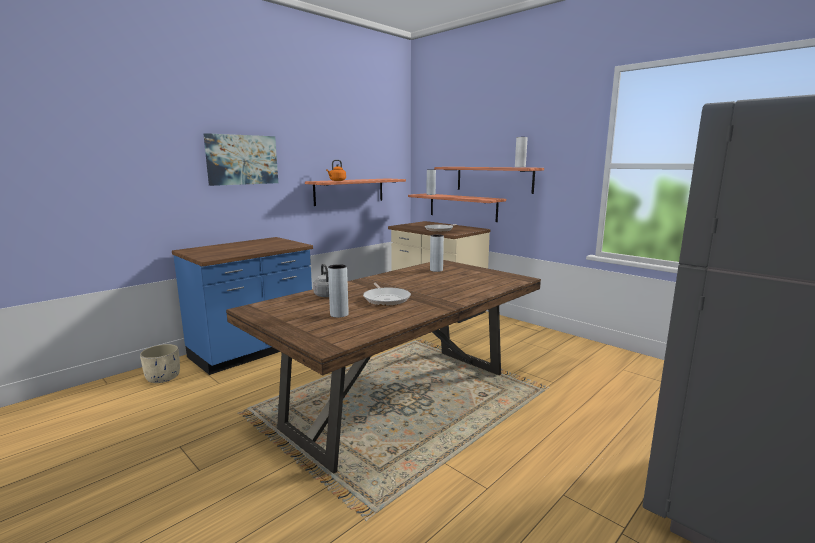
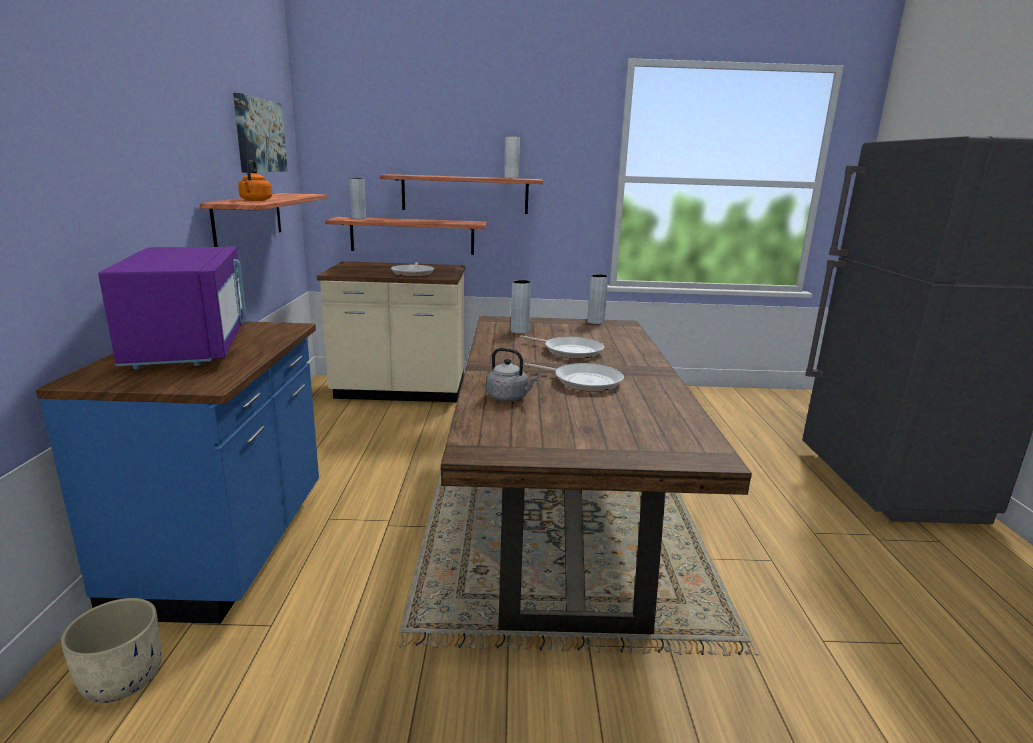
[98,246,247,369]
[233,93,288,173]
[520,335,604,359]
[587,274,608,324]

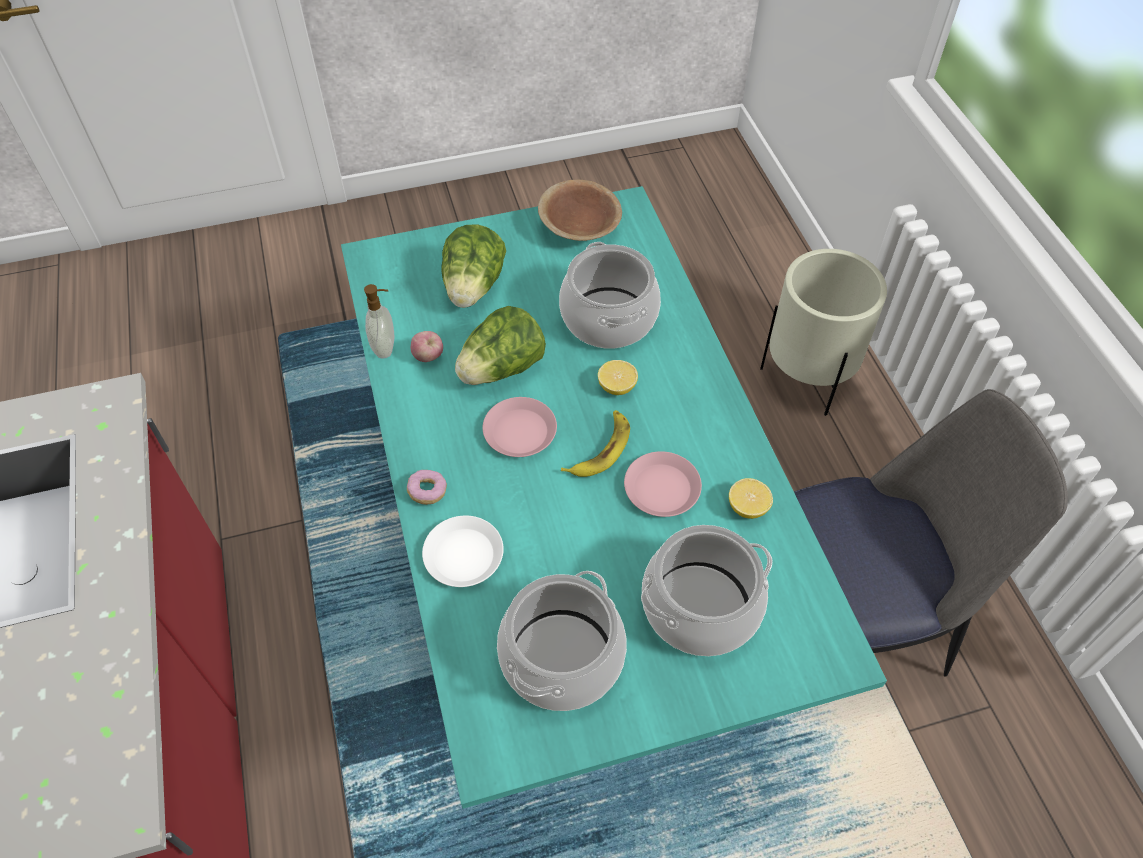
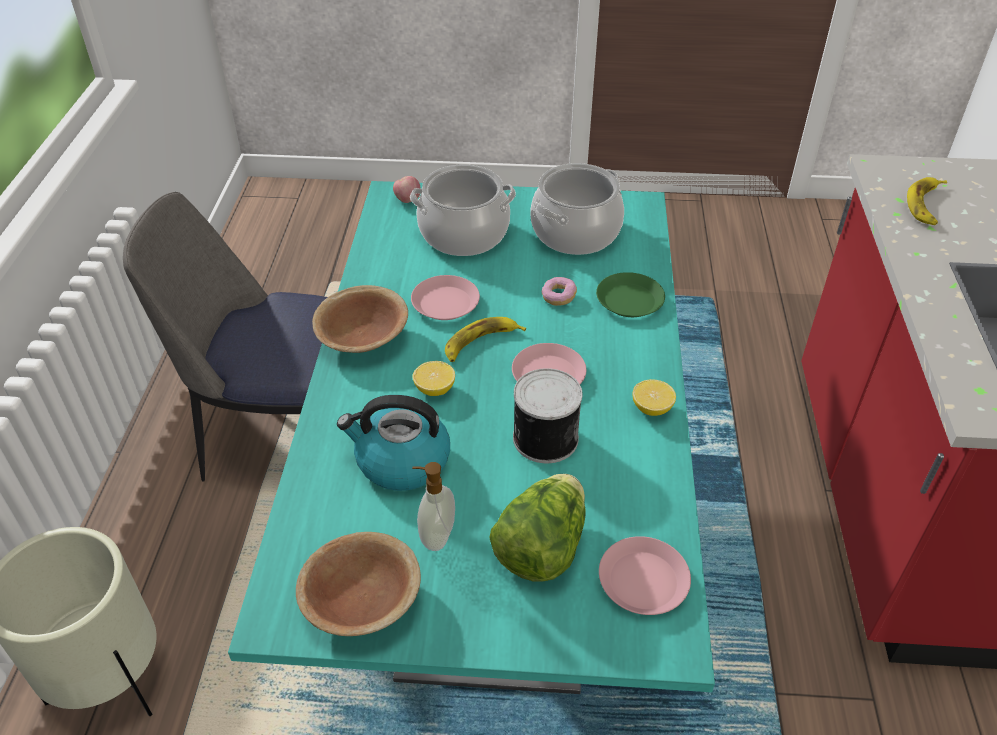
[312,285,408,353]
[337,395,450,491]
[393,176,421,203]
[412,462,455,551]
[513,368,583,463]
[542,277,577,306]
[596,272,665,317]
[599,536,691,615]
[632,379,676,416]
[907,177,947,225]

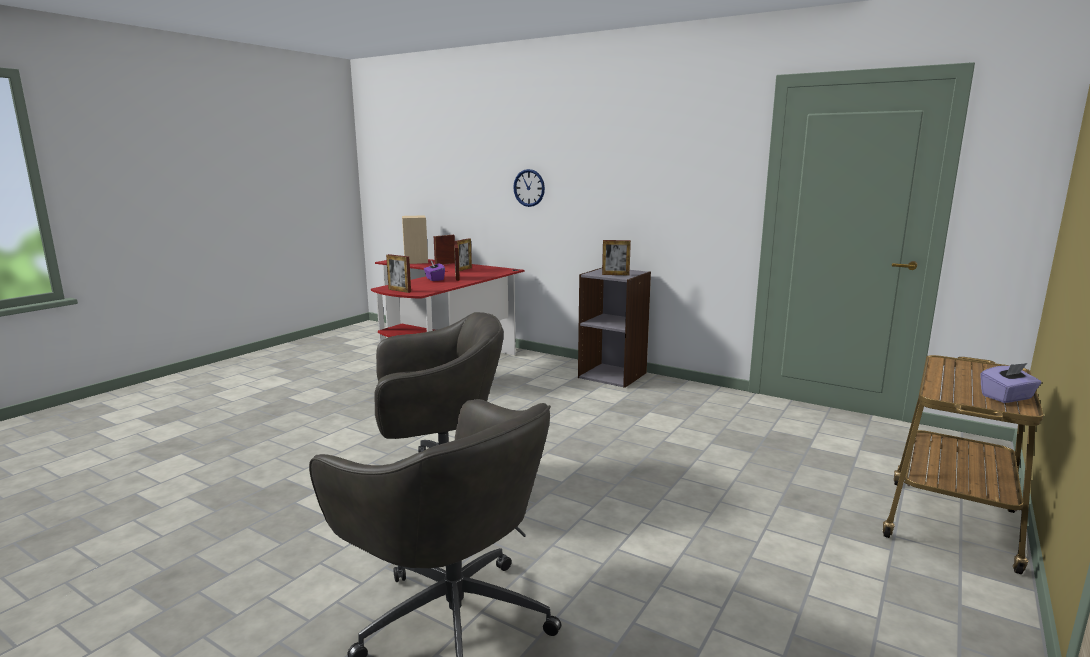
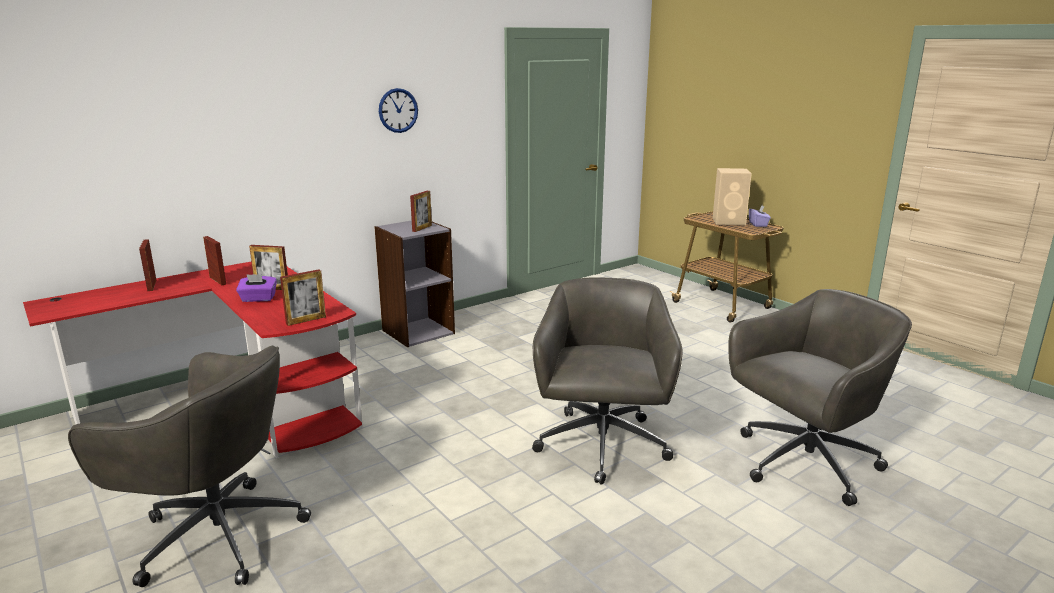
[68,346,311,587]
[379,88,418,133]
[713,168,752,225]

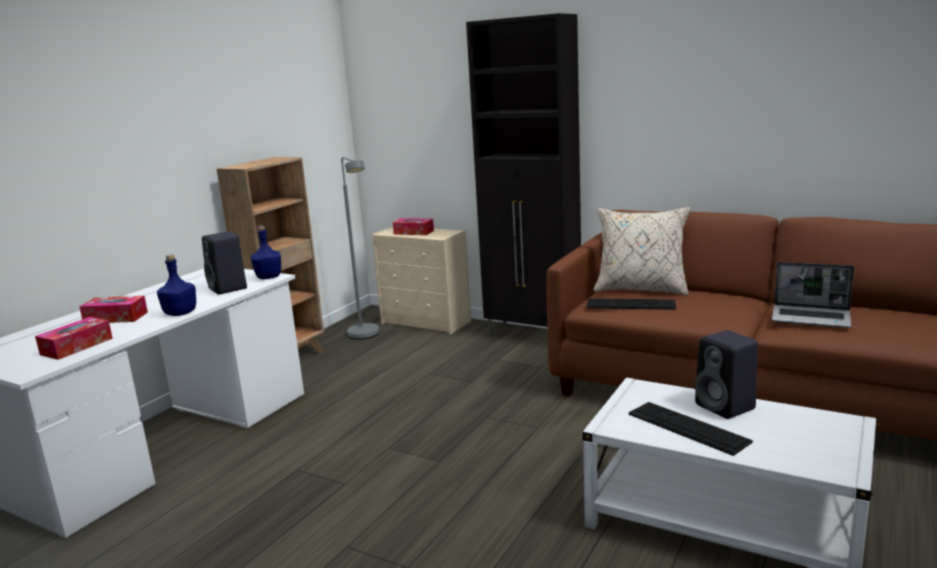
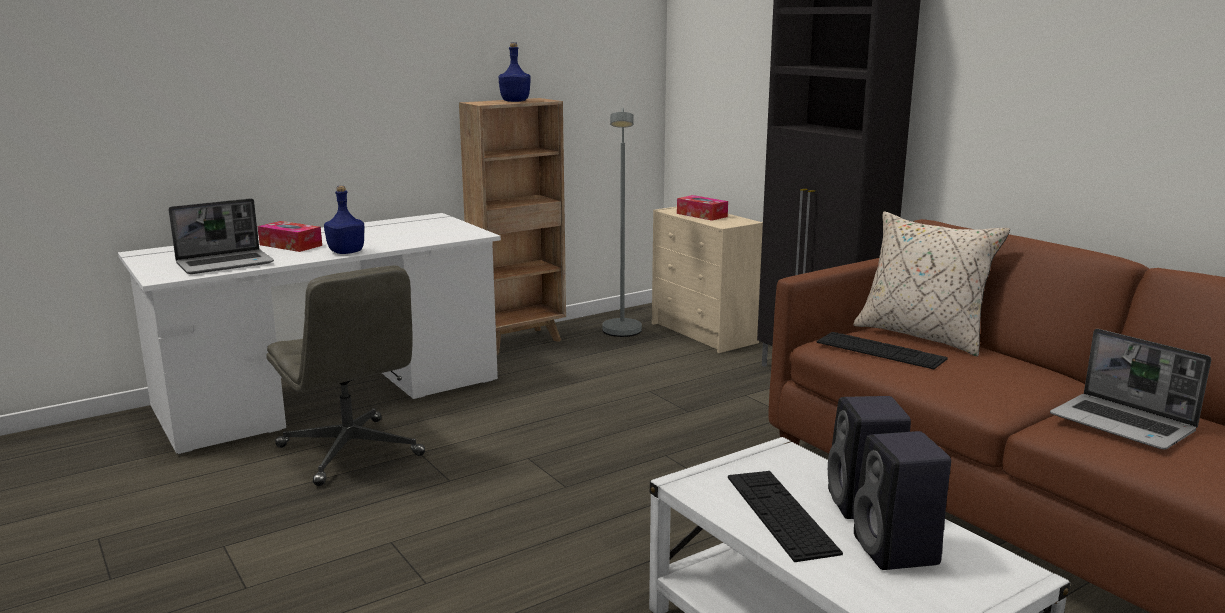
[168,198,274,274]
[267,265,425,486]
[499,42,531,102]
[853,431,951,570]

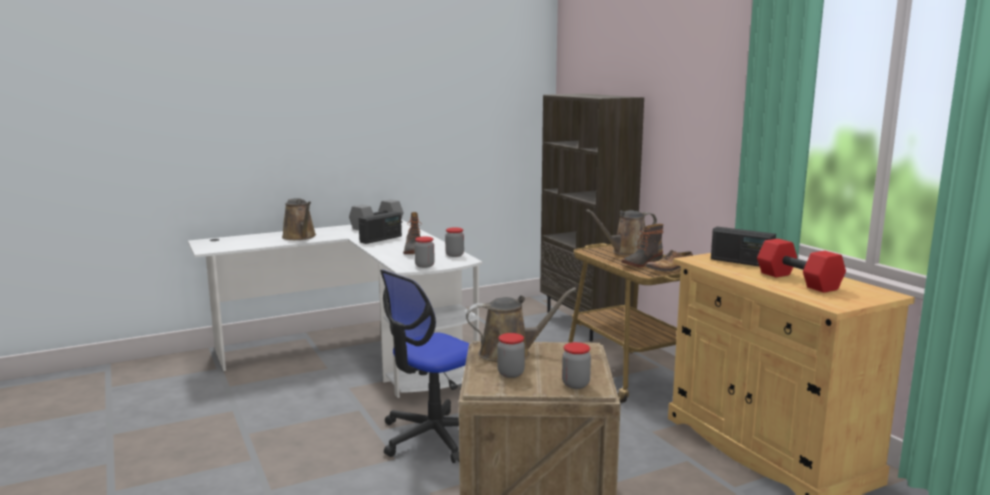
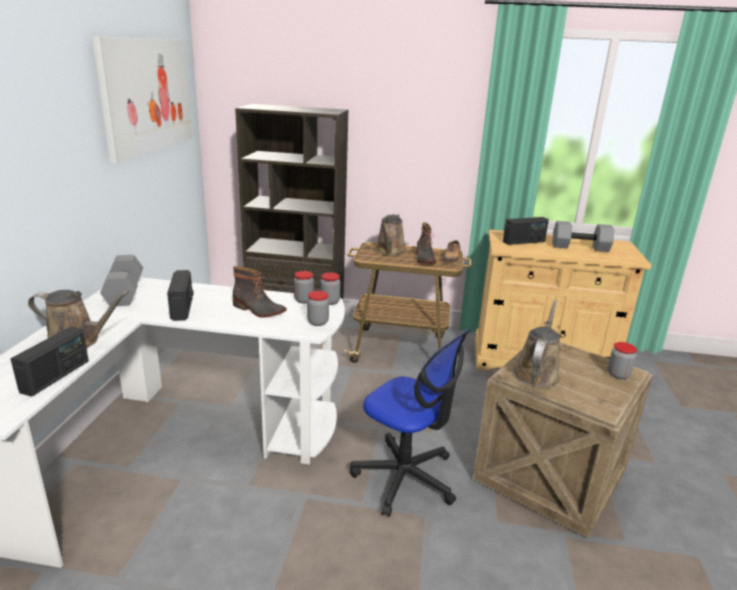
[10,326,89,397]
[92,36,192,163]
[320,272,341,305]
[350,328,470,517]
[552,221,614,252]

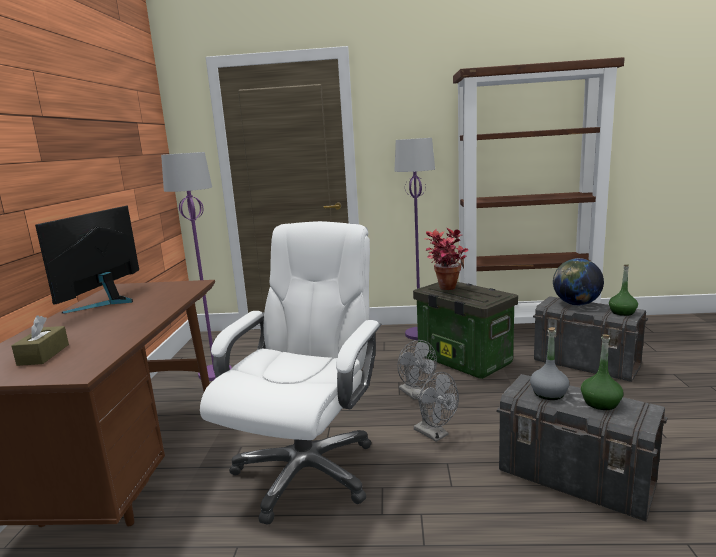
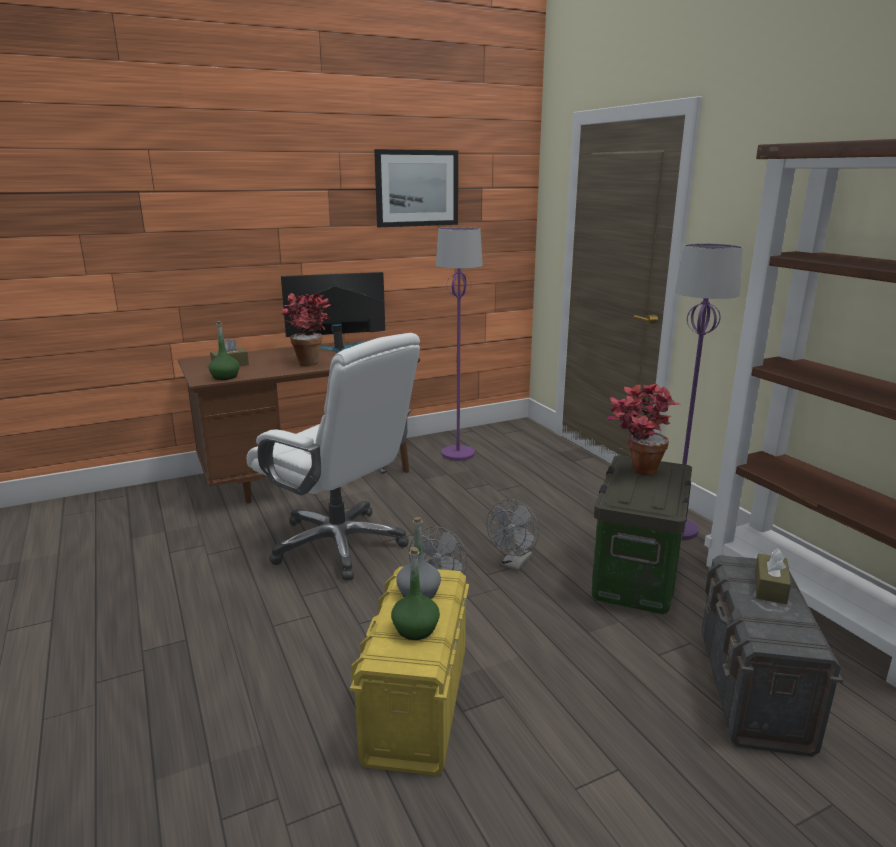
[208,321,240,380]
[246,333,420,581]
[282,293,330,366]
[350,566,469,776]
[374,149,458,227]
[755,548,791,604]

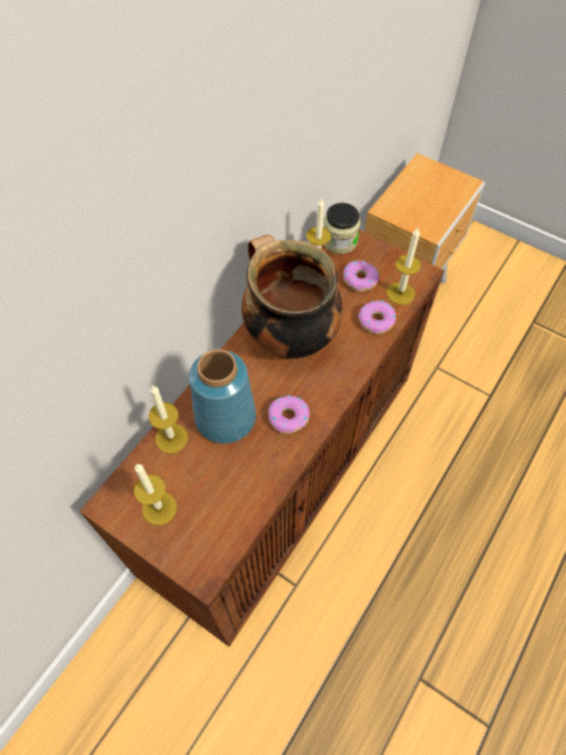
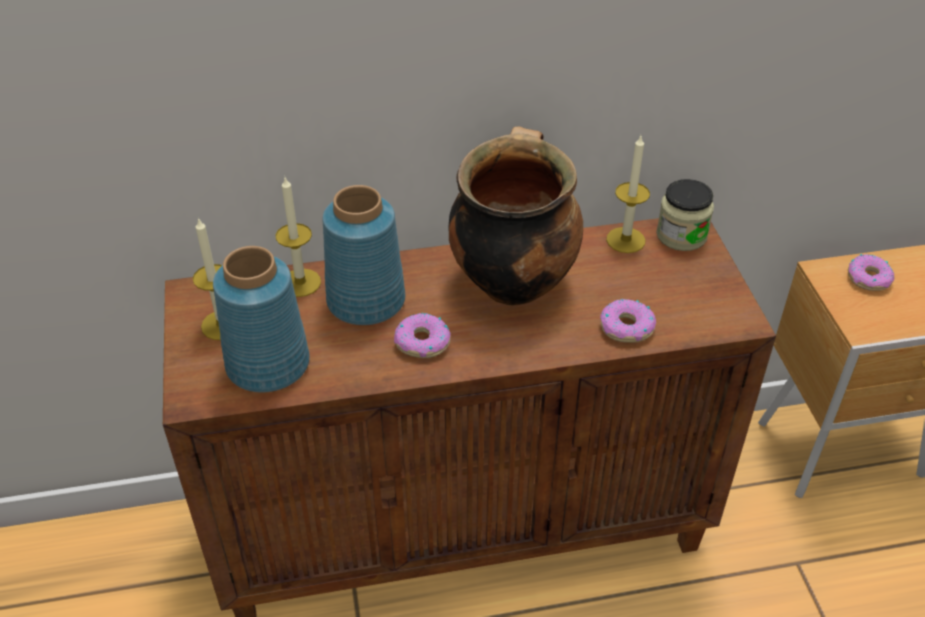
[213,246,310,393]
[848,254,894,291]
[387,228,421,305] (first image)

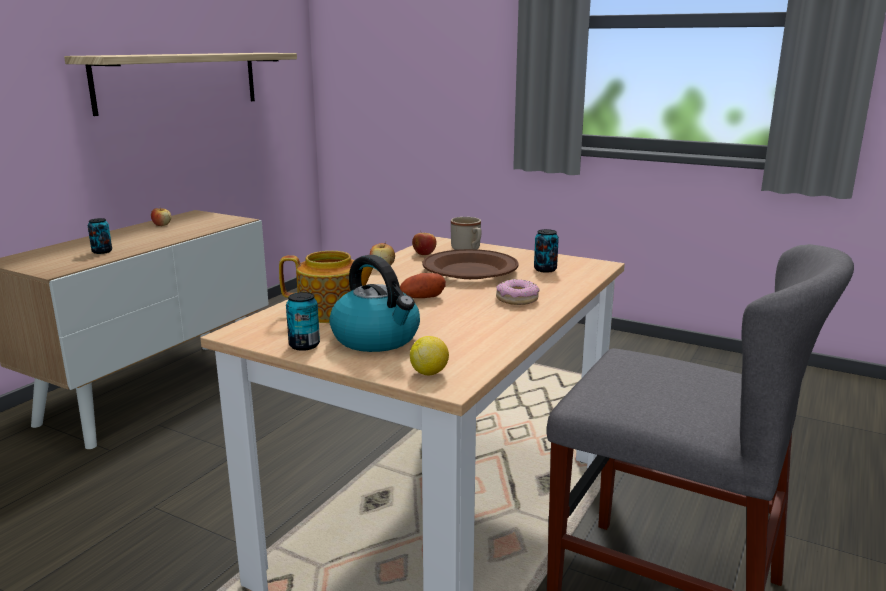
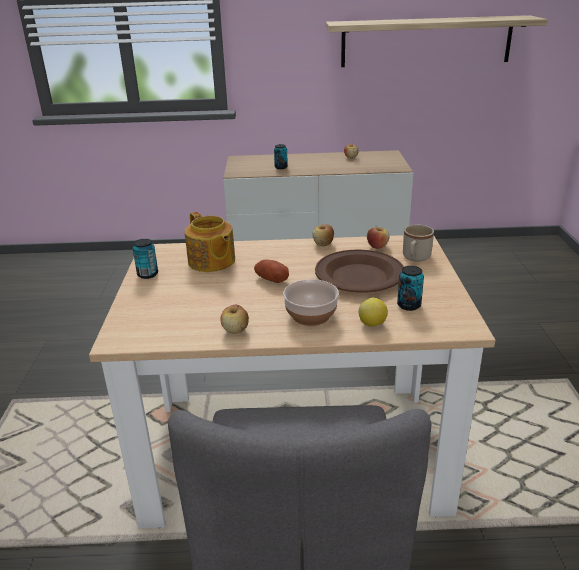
[220,305,249,334]
[283,279,339,326]
[358,298,388,326]
[329,255,420,352] (first image)

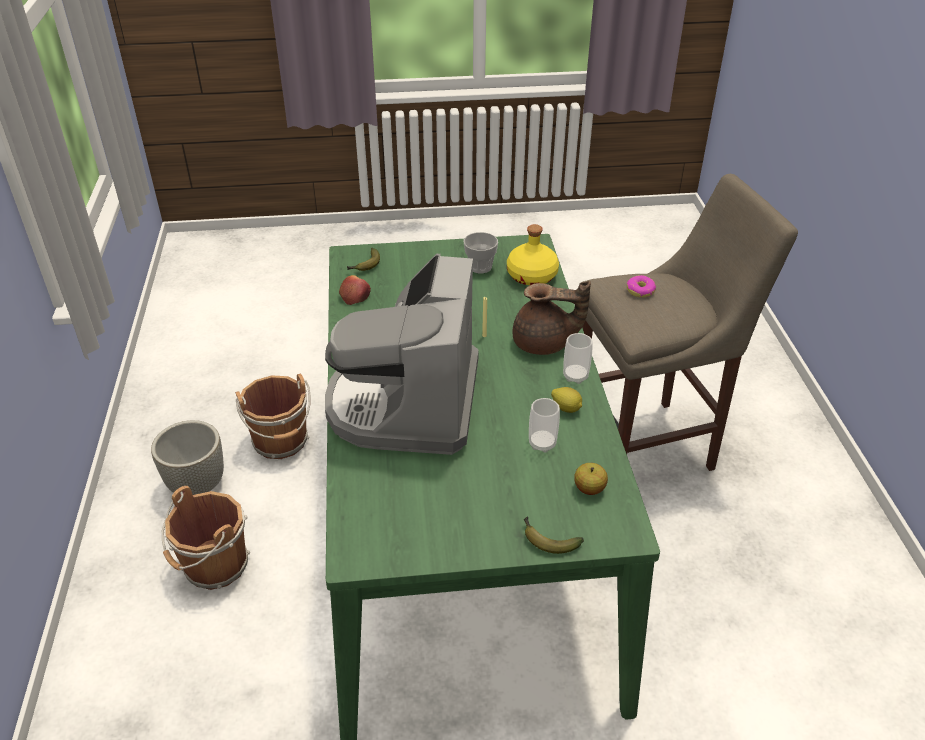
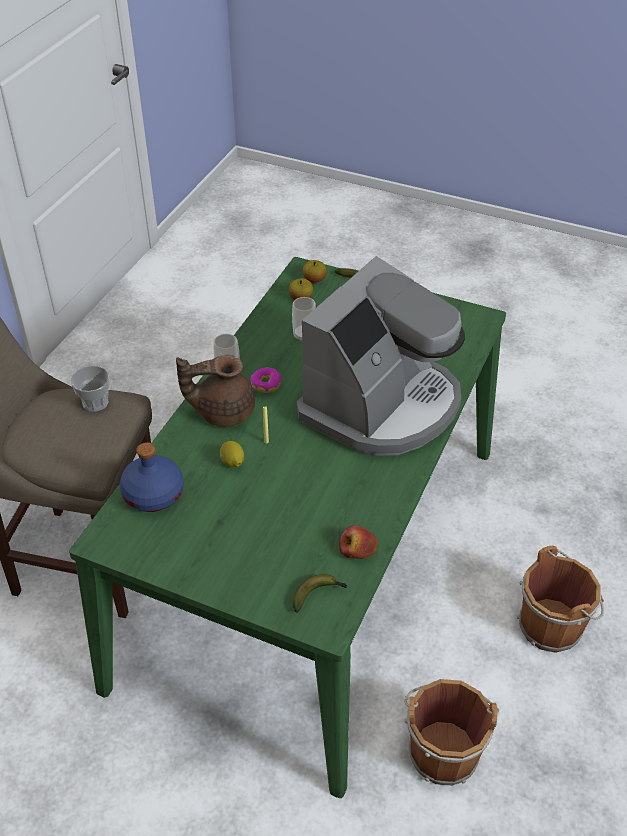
[71,366,110,412]
[120,442,184,512]
[176,355,255,427]
[220,441,244,467]
[251,368,281,393]
[303,260,327,283]
[151,420,224,495] (first image)

